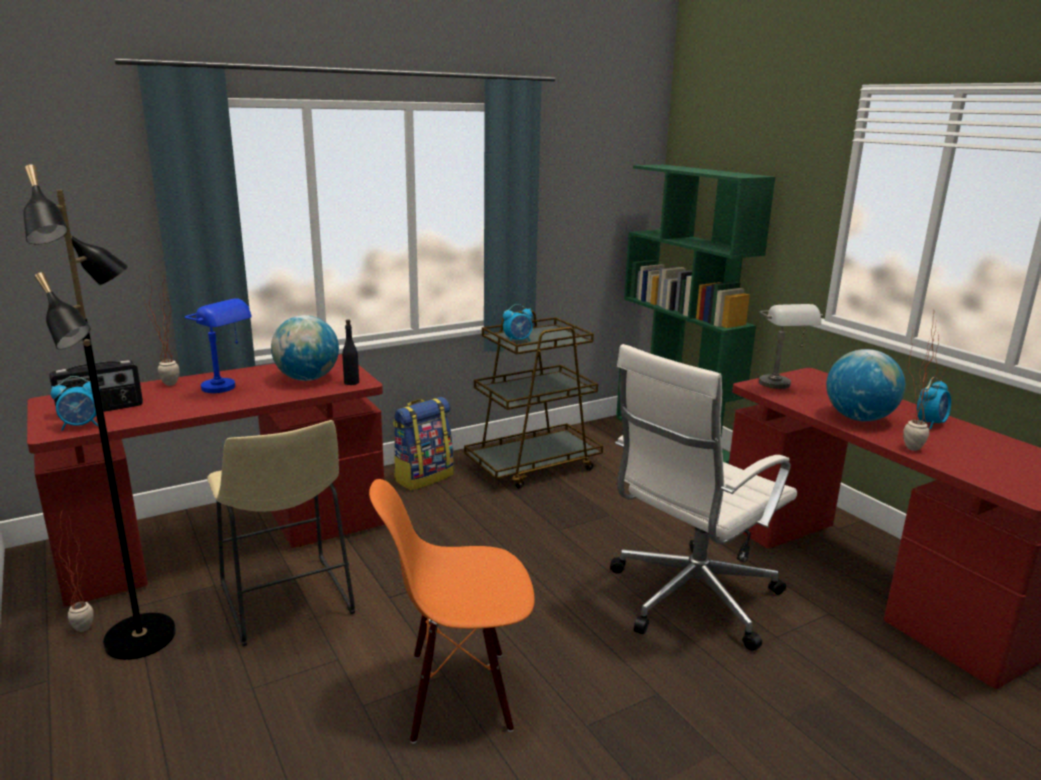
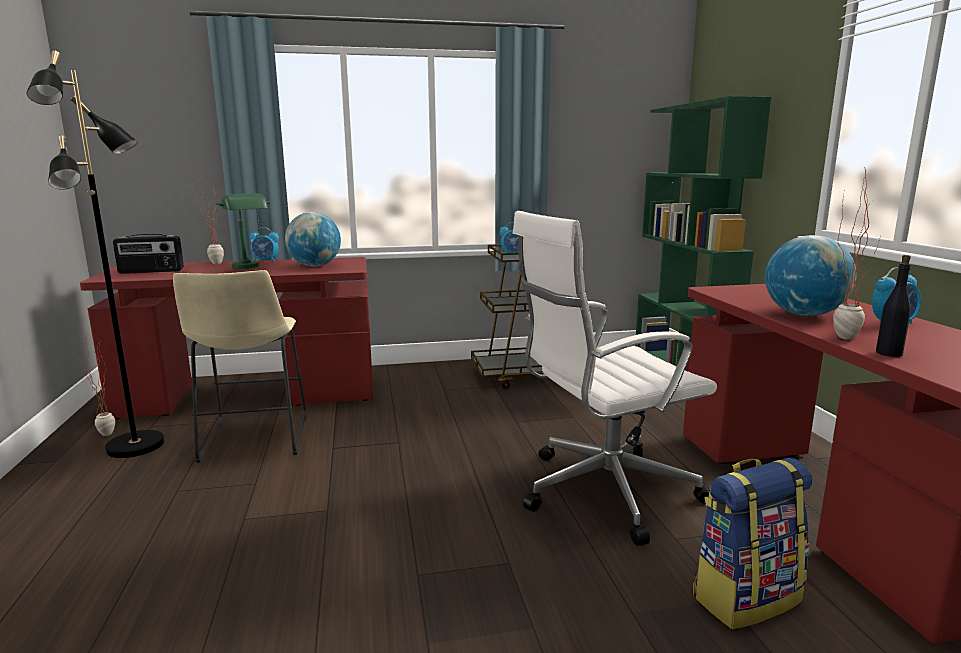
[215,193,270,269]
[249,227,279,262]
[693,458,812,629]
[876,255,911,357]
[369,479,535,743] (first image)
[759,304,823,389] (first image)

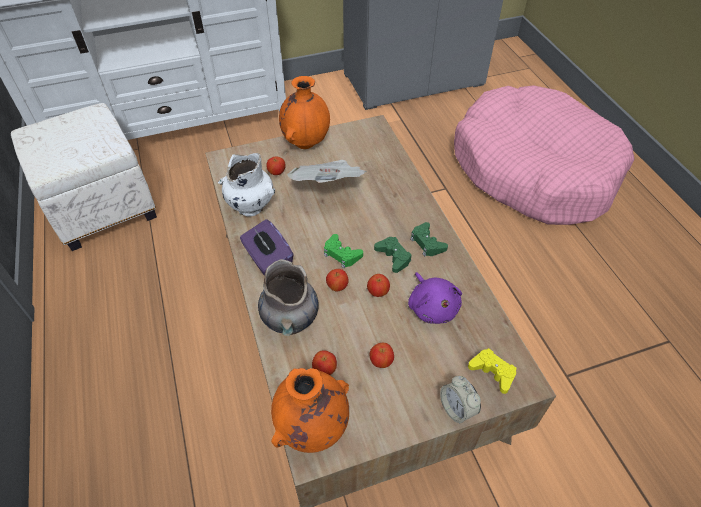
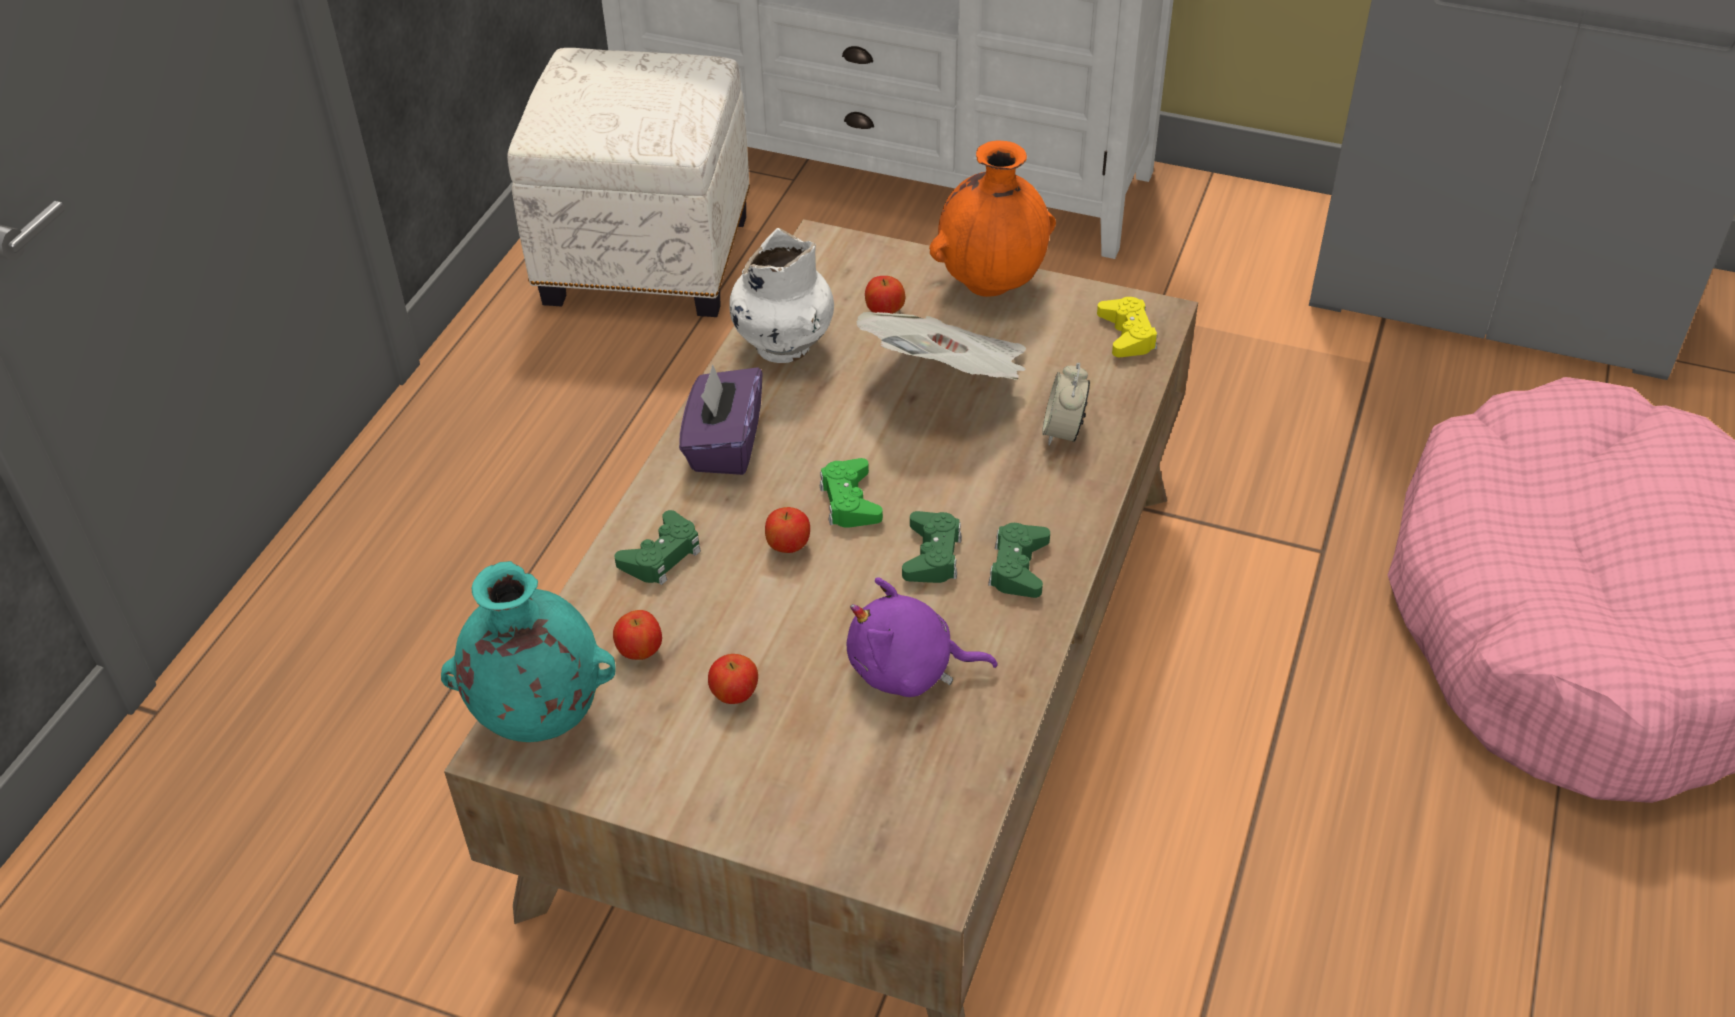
[441,561,616,742]
[614,510,701,585]
[847,577,997,697]
[1042,363,1090,446]
[1097,297,1158,357]
[367,274,390,297] (first image)

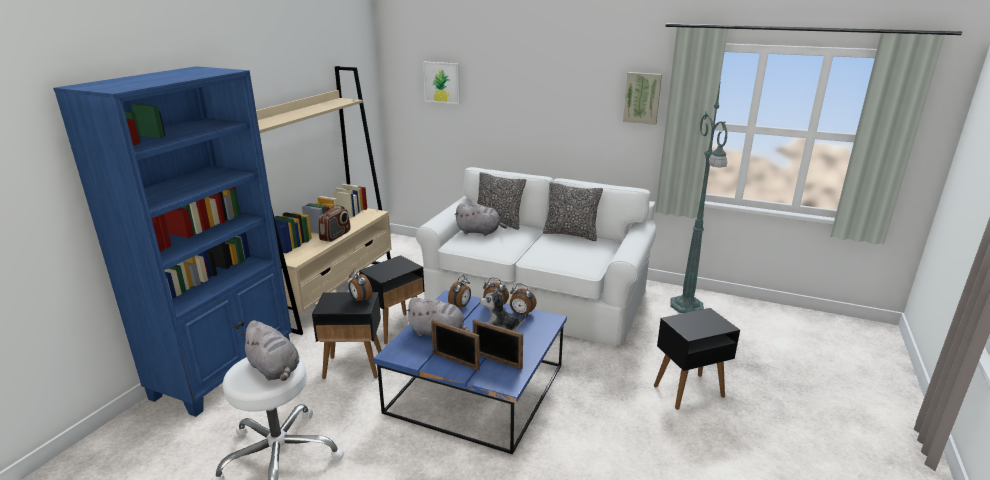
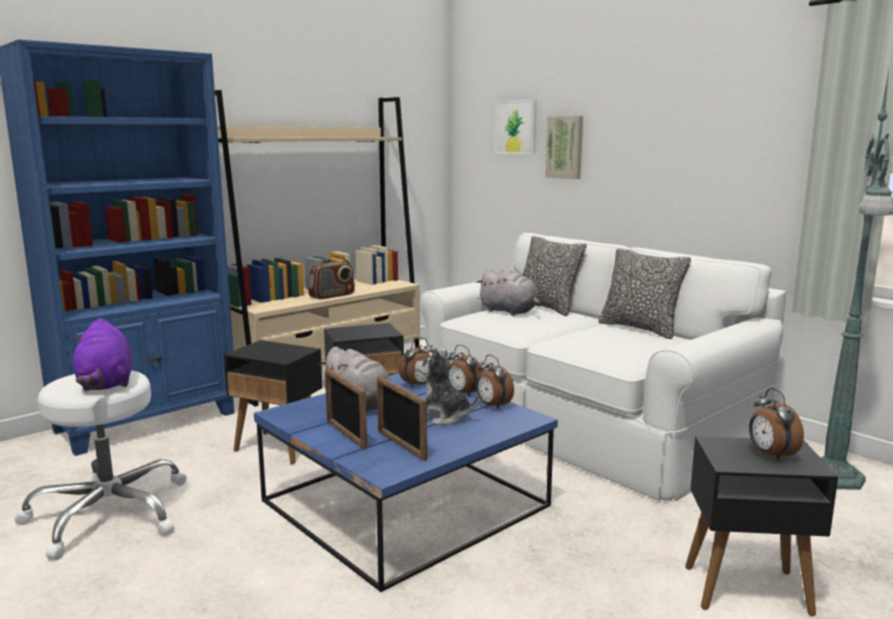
[72,318,132,391]
[545,116,583,179]
[749,388,804,461]

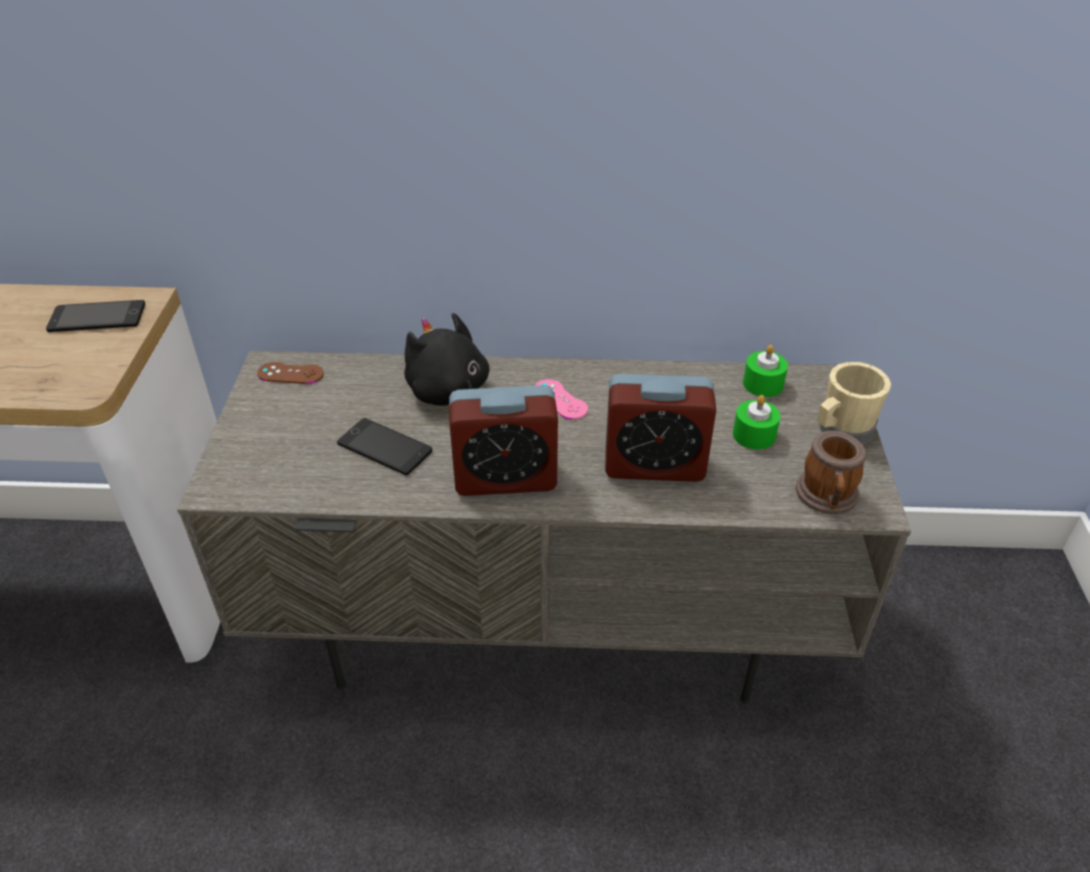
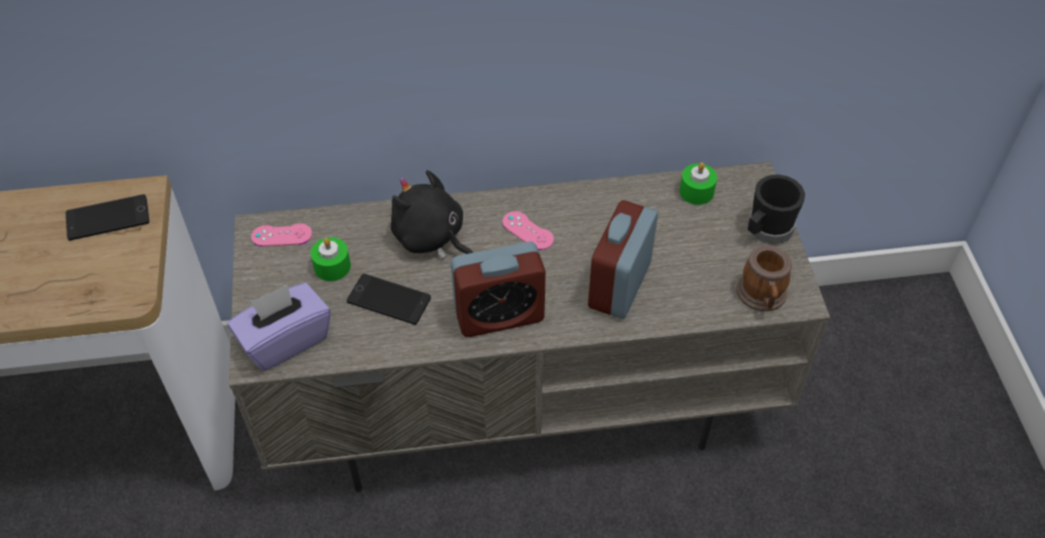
[228,283,331,371]
[251,223,312,246]
[310,237,351,281]
[588,200,658,319]
[748,174,805,245]

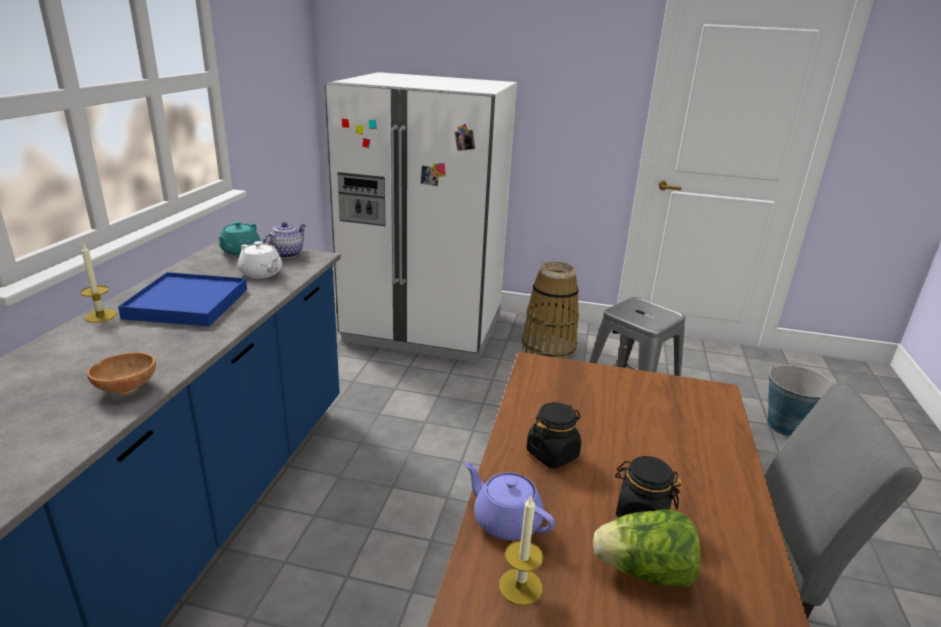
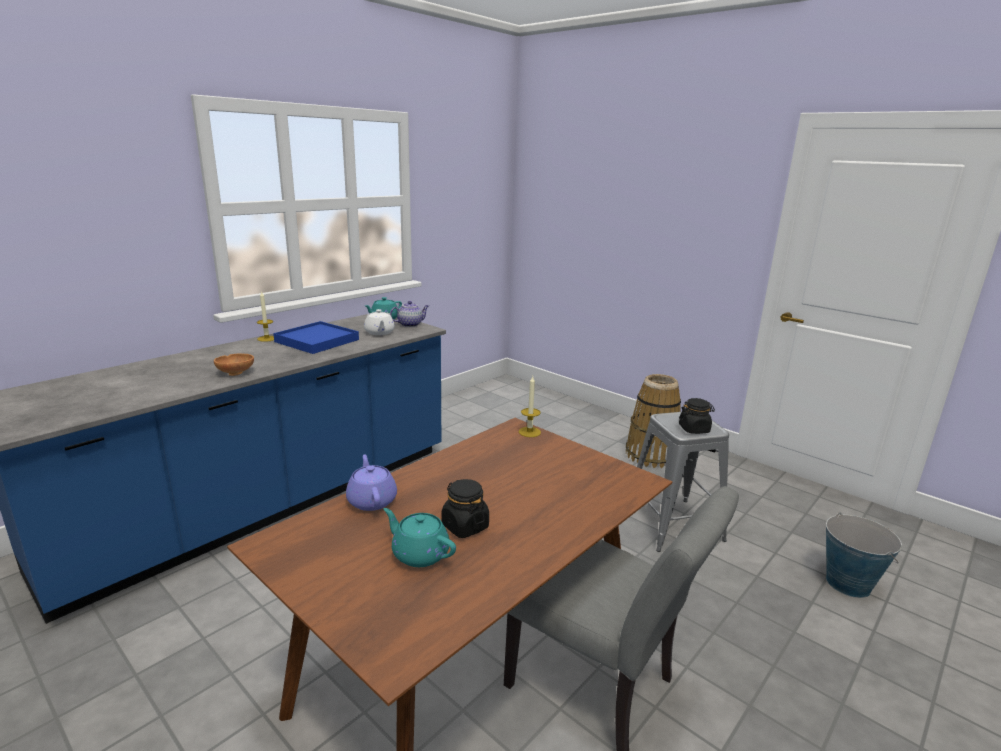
[383,508,456,567]
[518,376,541,437]
[679,398,715,434]
[325,72,517,362] (first image)

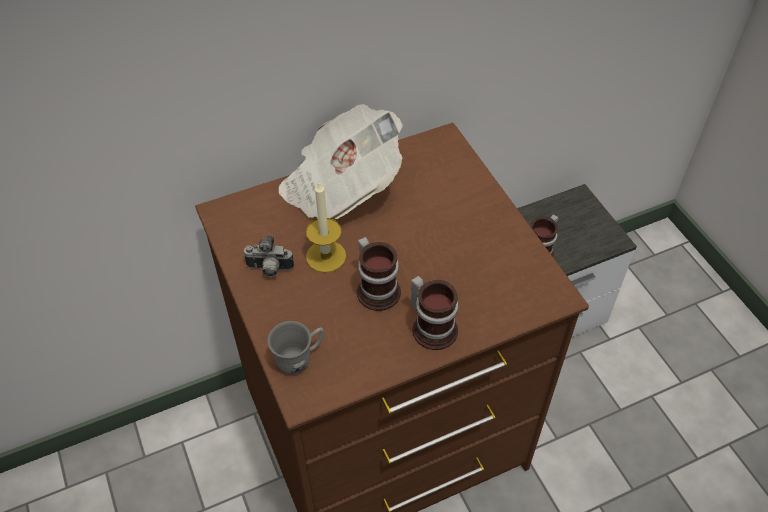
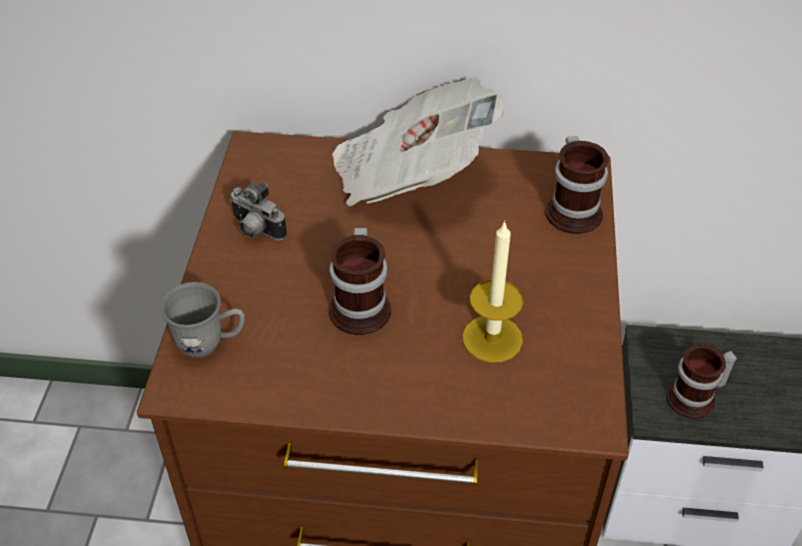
[462,220,524,363]
[546,136,609,234]

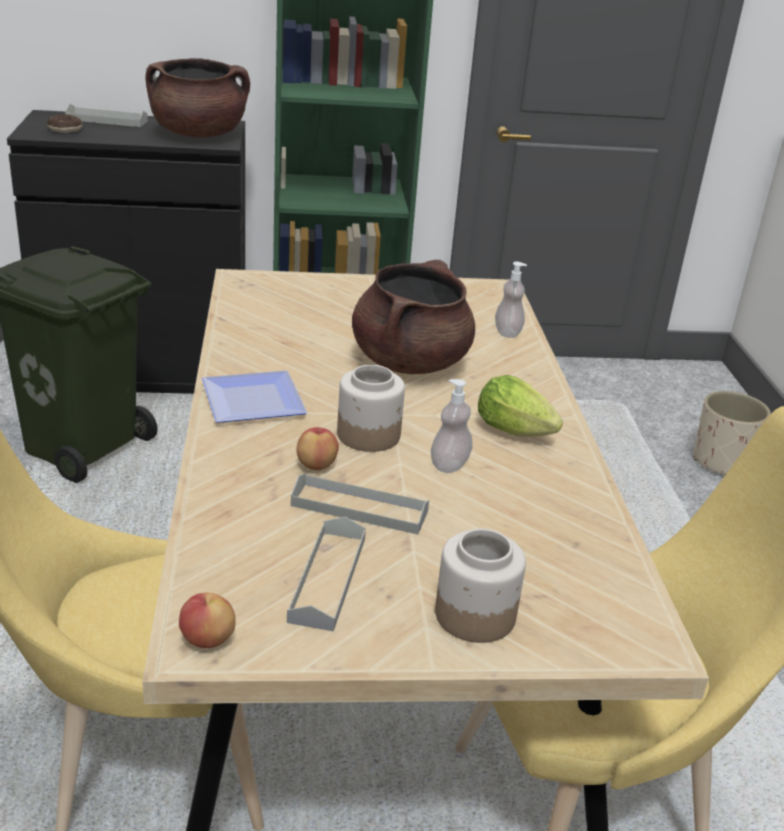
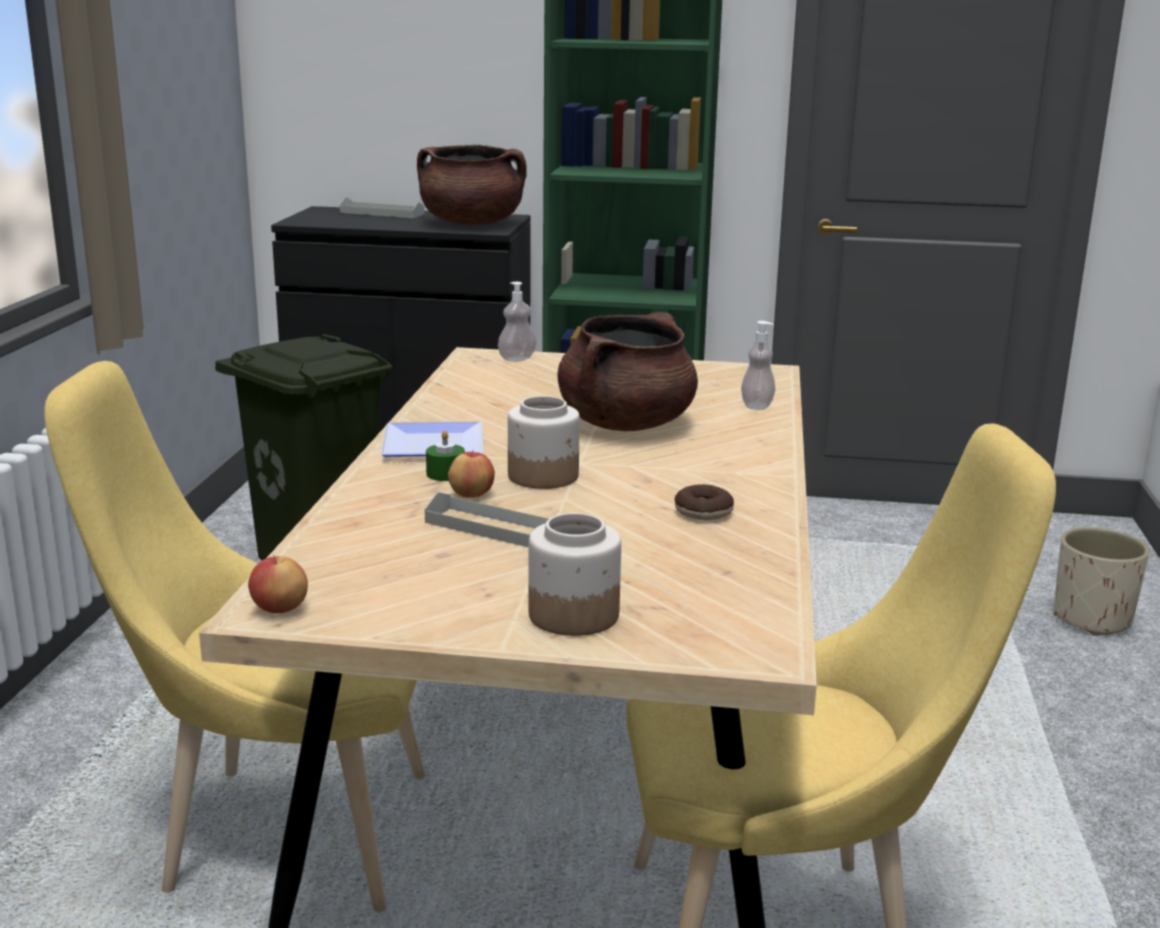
[426,430,465,481]
[498,282,537,362]
[675,484,734,521]
[287,517,366,632] (first image)
[478,375,563,437] (first image)

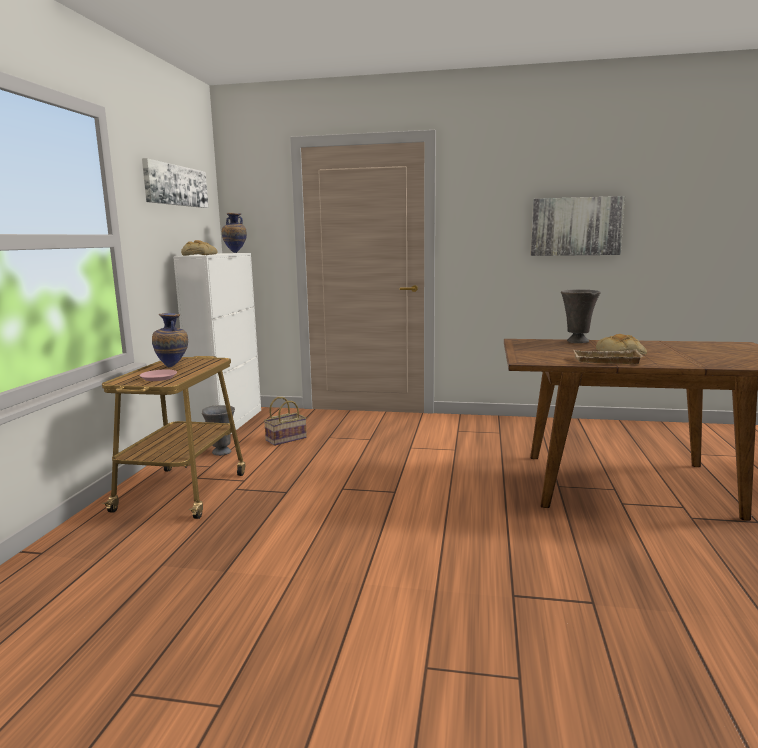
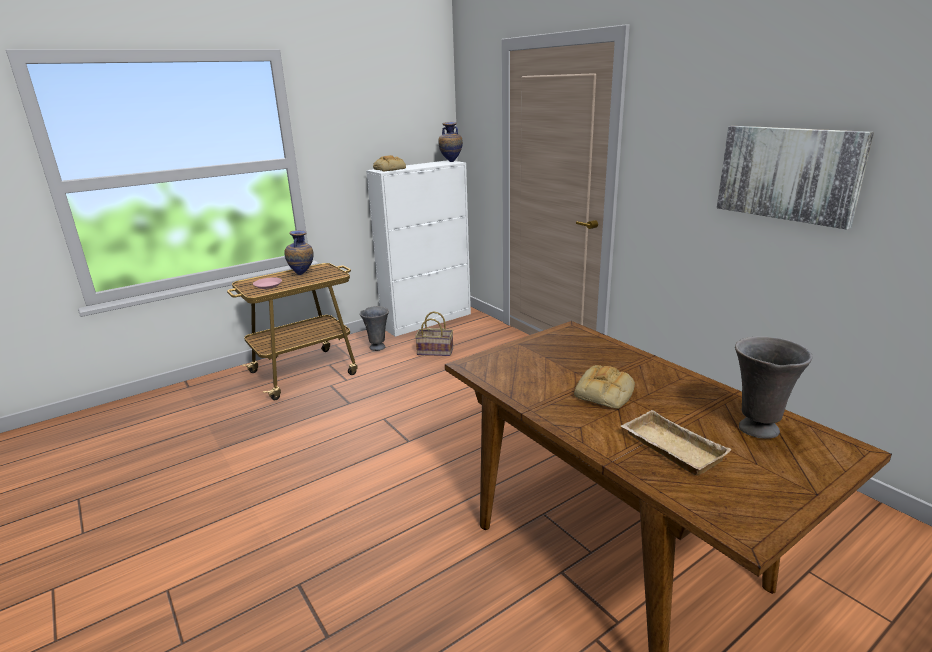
[621,410,732,475]
[735,336,813,439]
[142,158,208,208] (first image)

